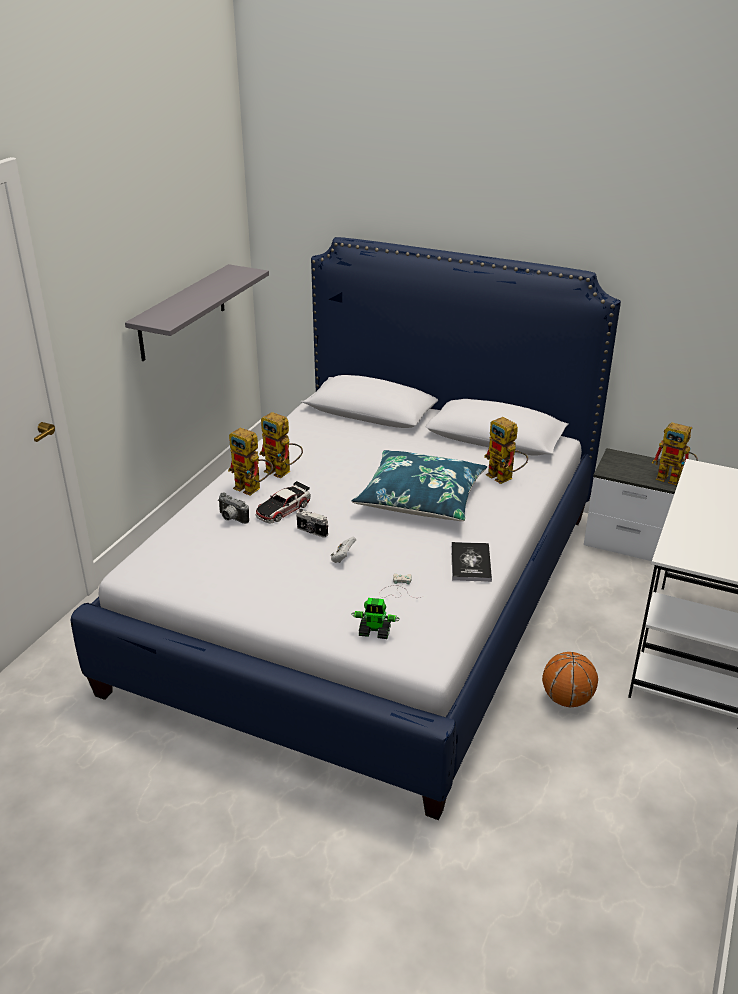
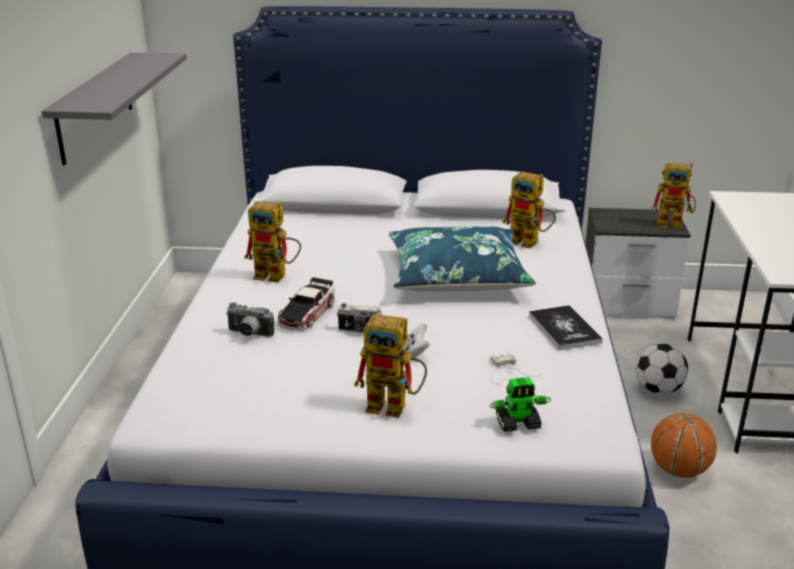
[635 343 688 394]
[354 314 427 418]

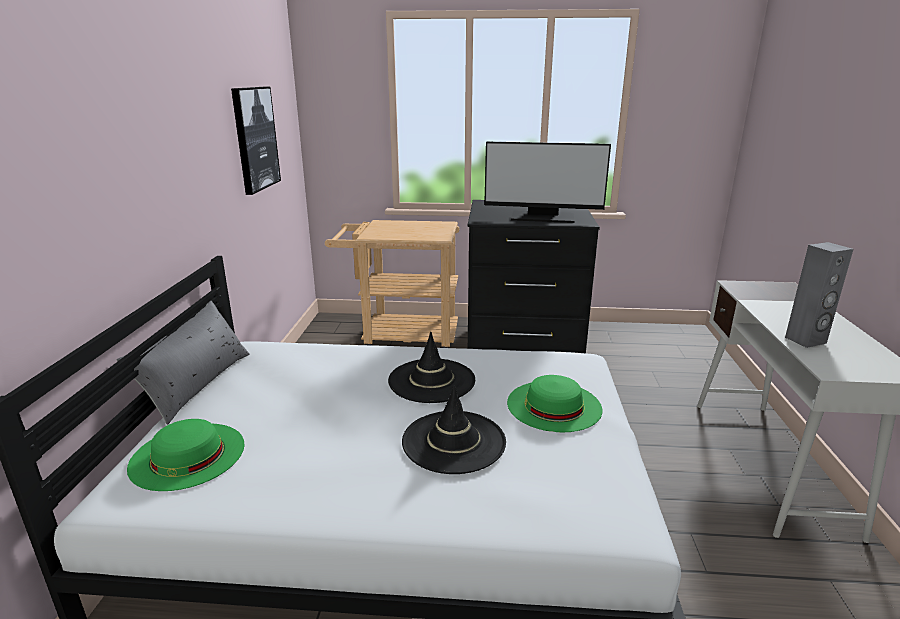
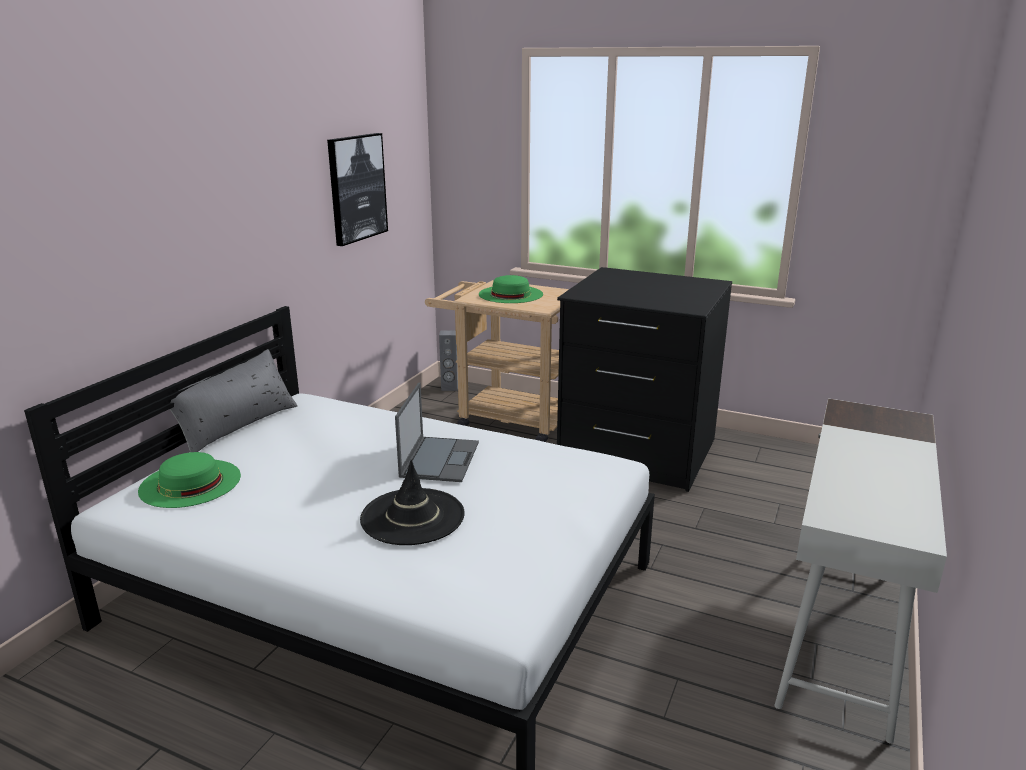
[484 142 611 223] (first image)
[479 275 543 303]
[439 330 458 391]
[395 382 479 482]

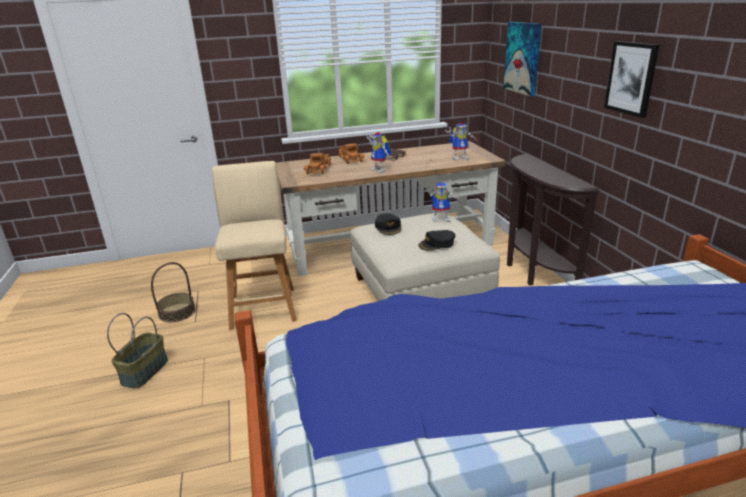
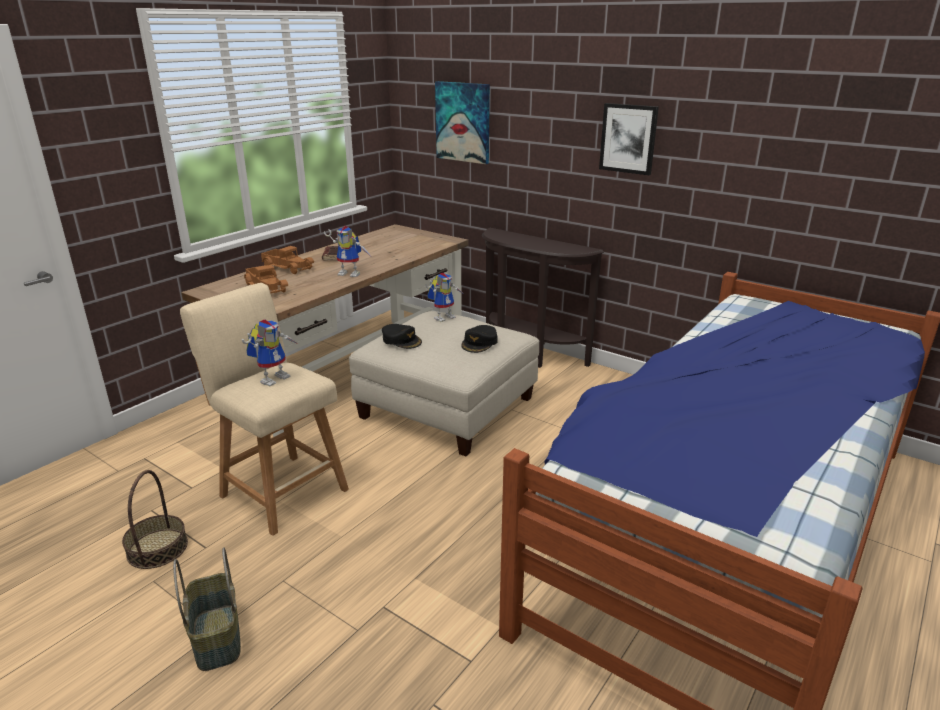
[242 319 298 387]

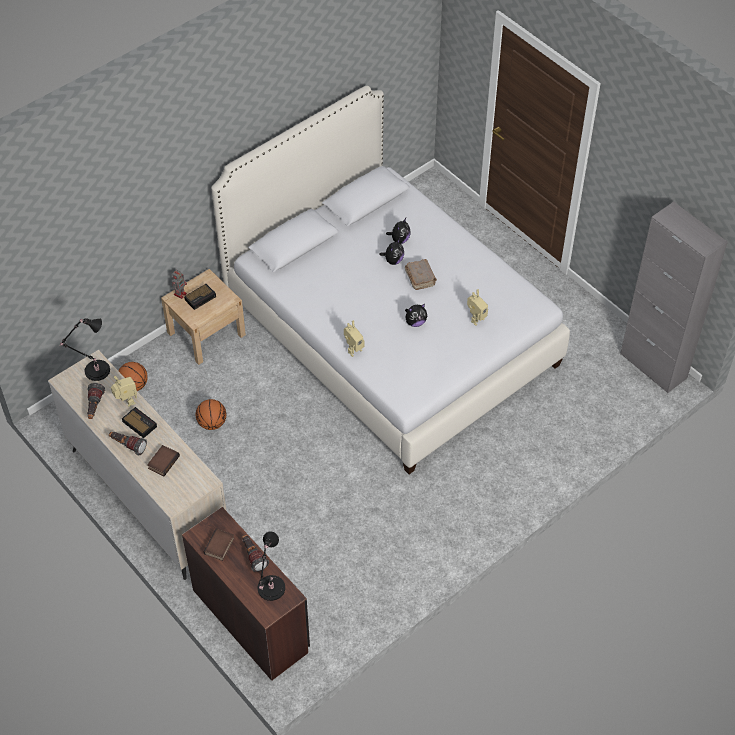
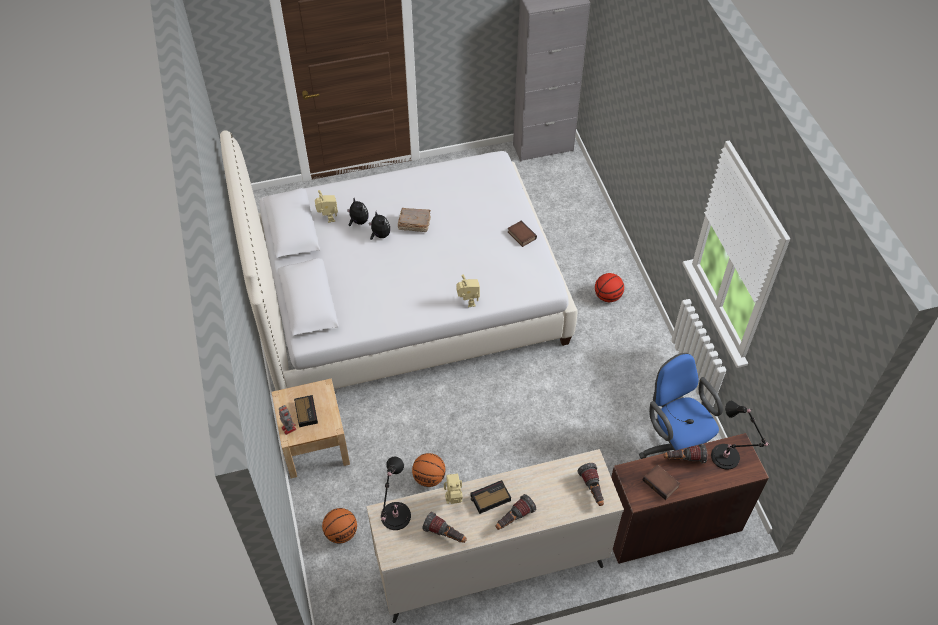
[405 304 427 327] (first image)
[577 463 604 506]
[595 273 624 302]
[639 353 723 459]
[508 220 537 247]
[315 190 338 223]

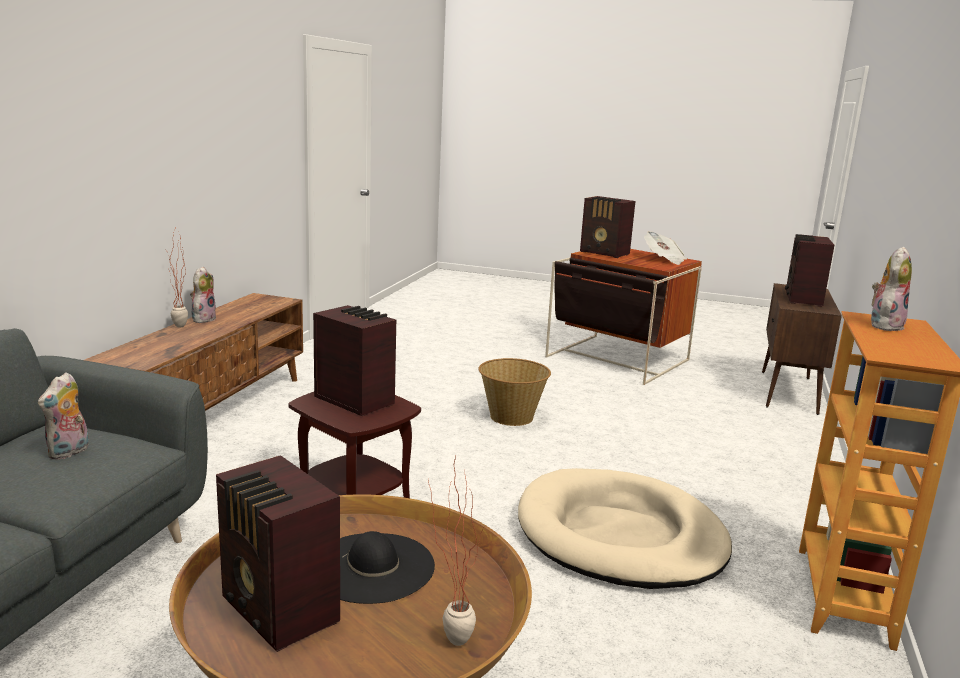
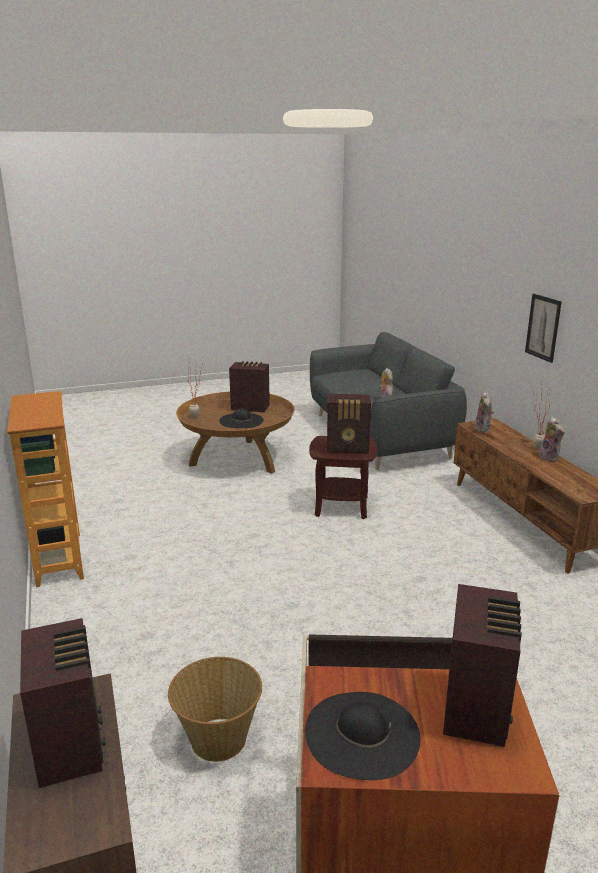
[518 468 732 589] (first image)
[525 294 562 363]
[168 657 262 762]
[475 392 494 433]
[305 692 421 780]
[443 584 522 747]

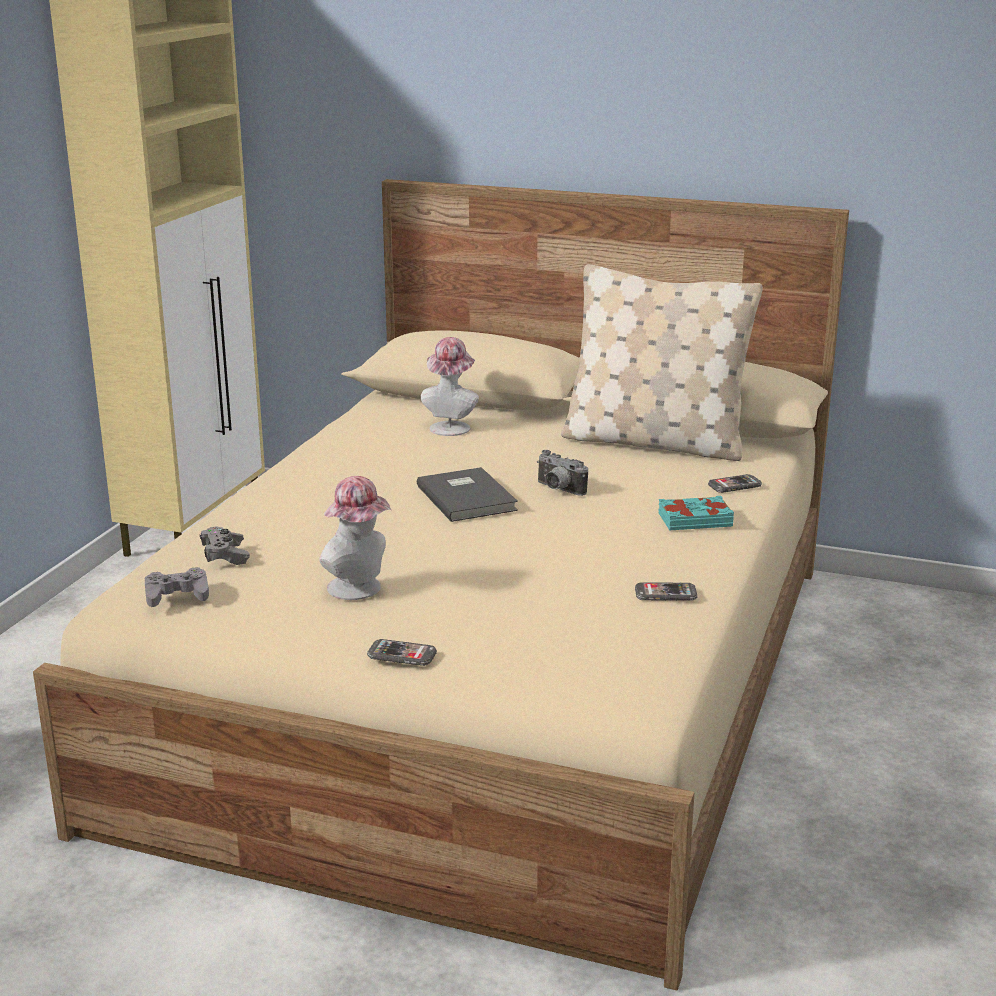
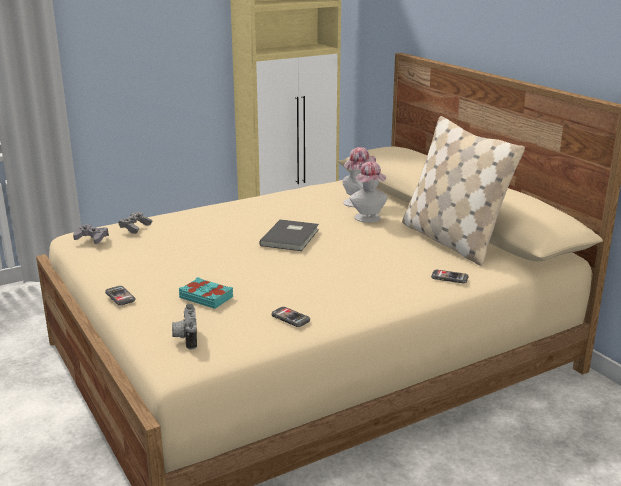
[350 161 387 223]
[172 304 197 349]
[179 277 233 309]

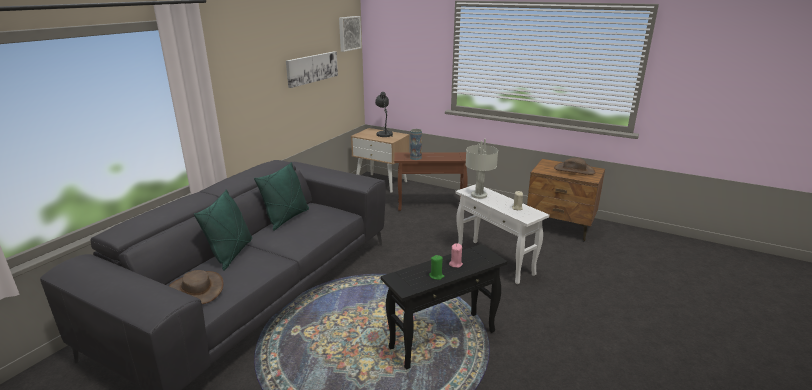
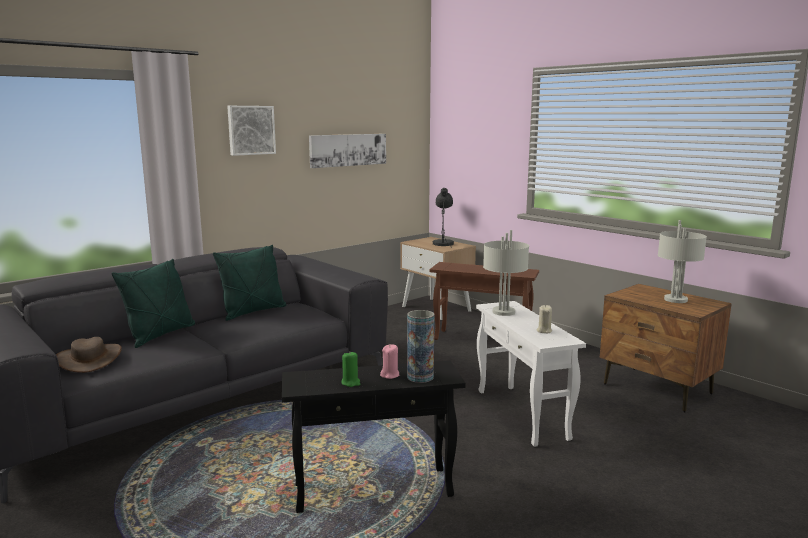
[227 106 276 156]
[407 310 434 383]
[658 220 707 303]

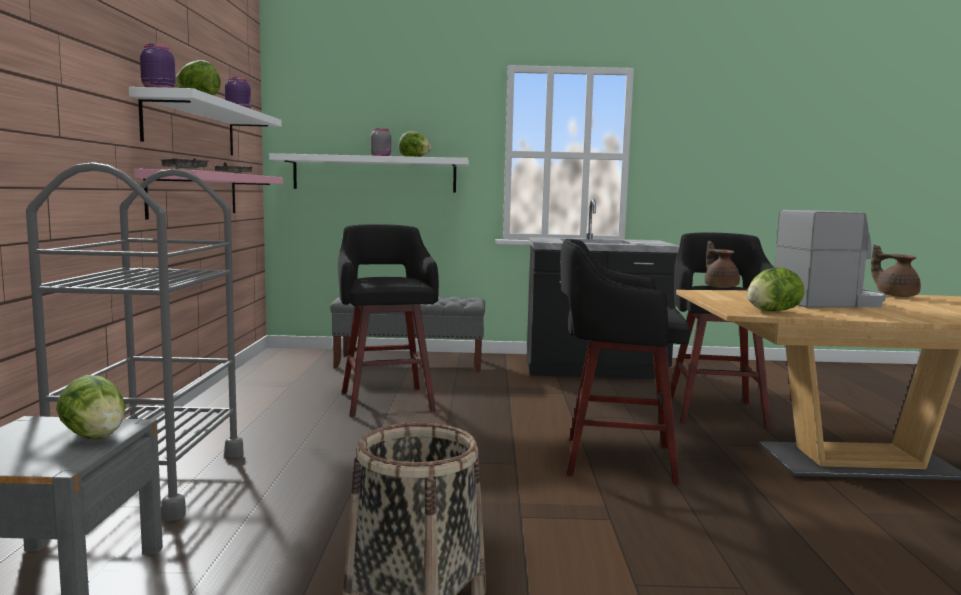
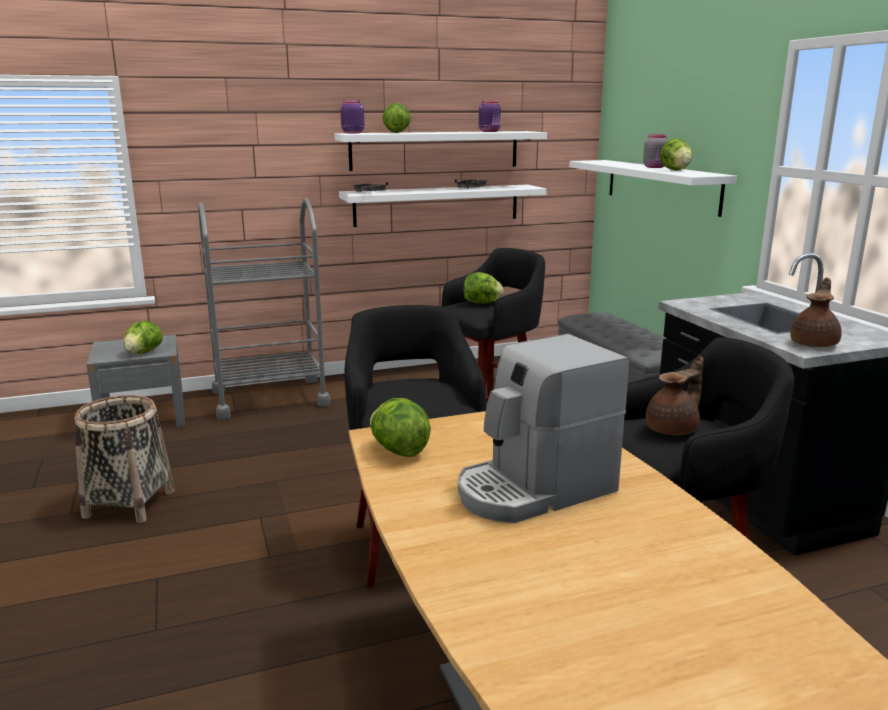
[463 272 504 303]
[790 277 842 347]
[339 185 547 227]
[458 334 629 523]

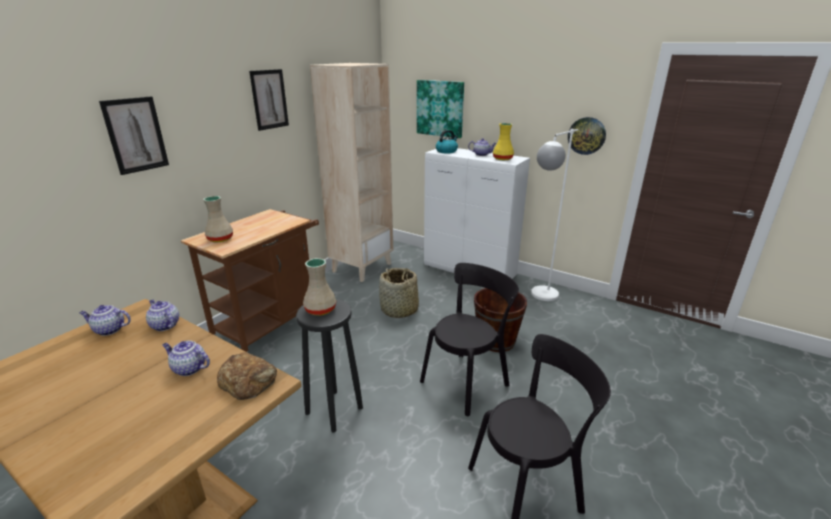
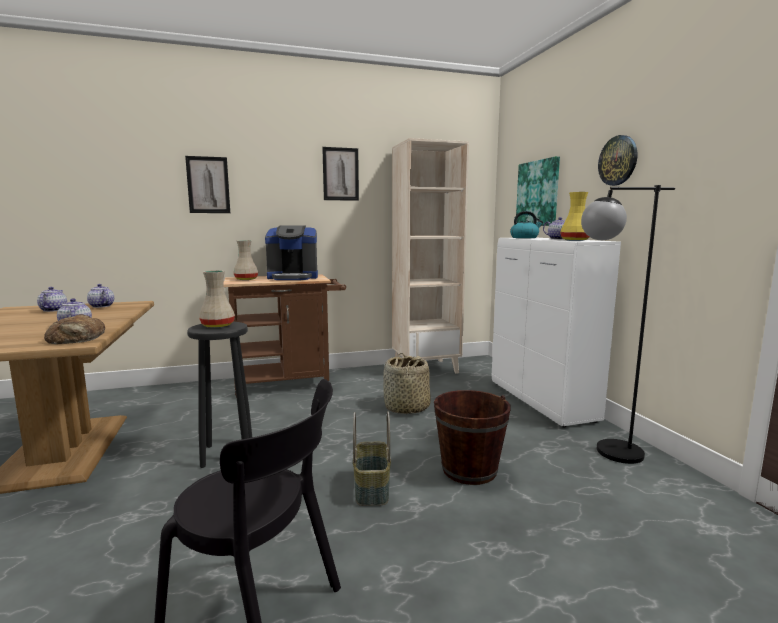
[265 225 318 280]
[37 287 67 312]
[598 135 637 186]
[353 411 391 506]
[581 185 675 464]

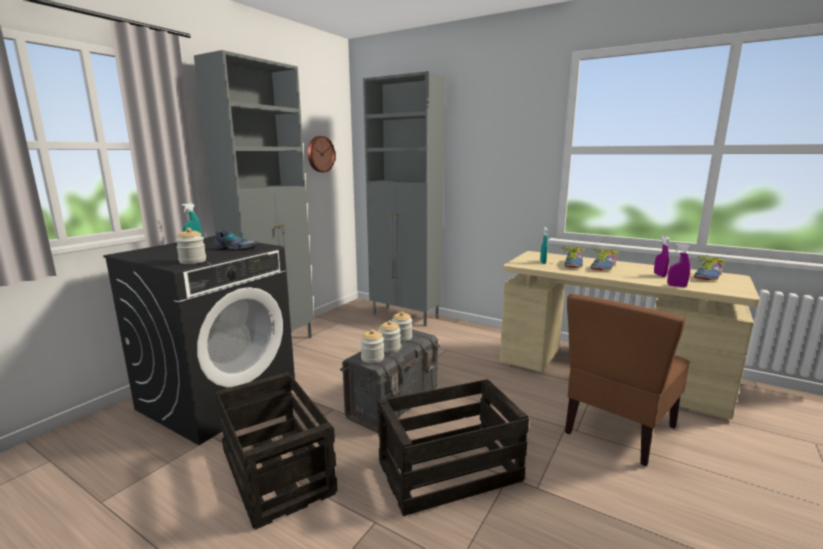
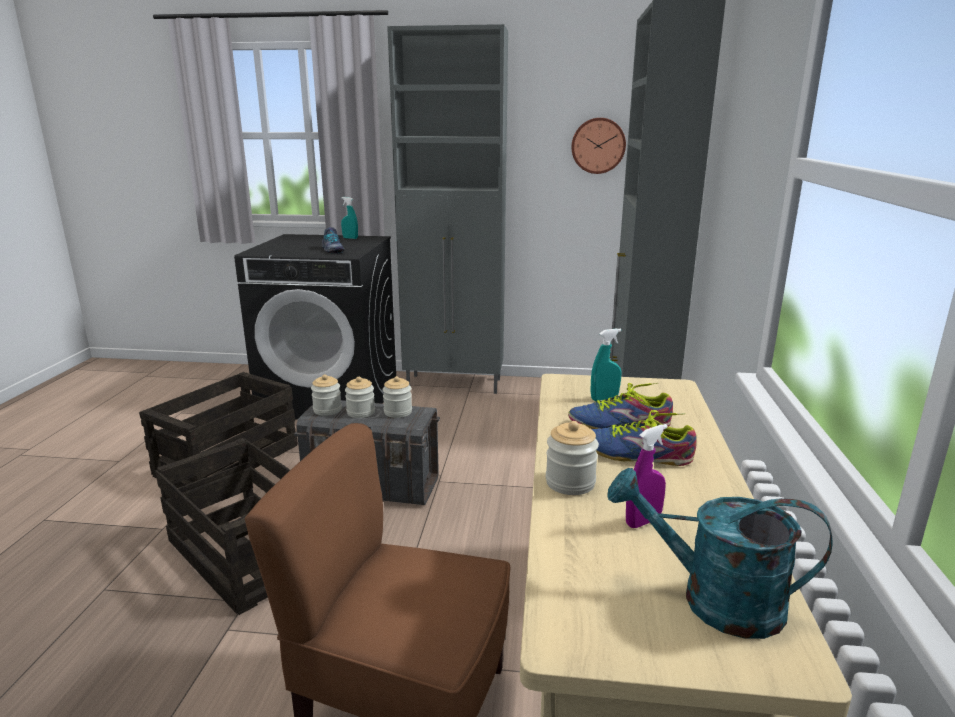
[667 244 691 287] (first image)
[546 421 599 495]
[607 468 833 639]

